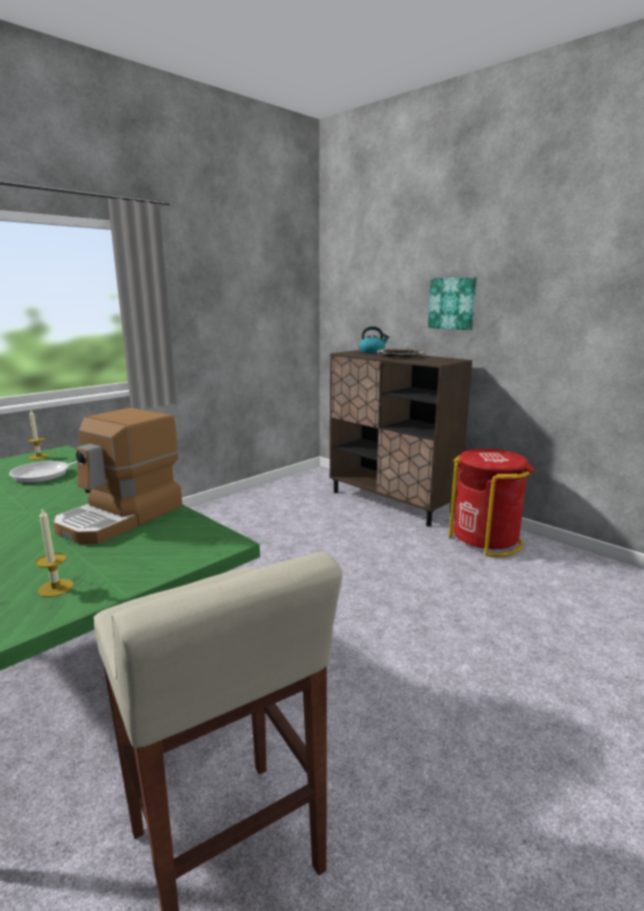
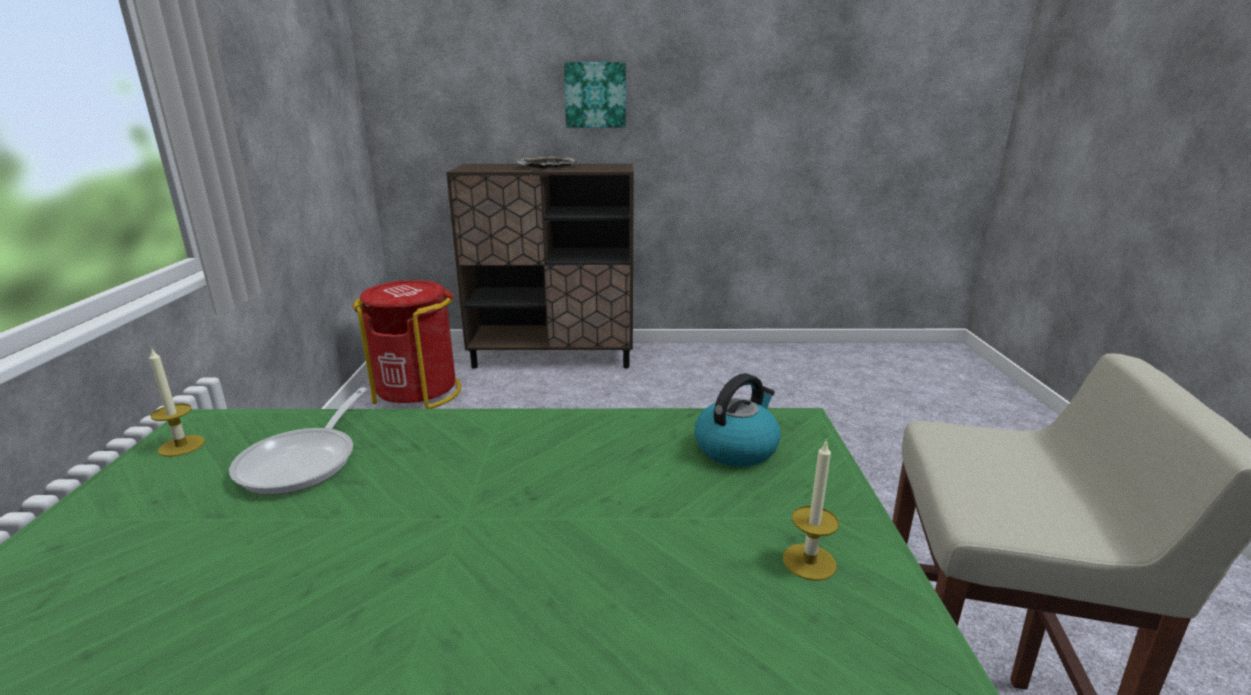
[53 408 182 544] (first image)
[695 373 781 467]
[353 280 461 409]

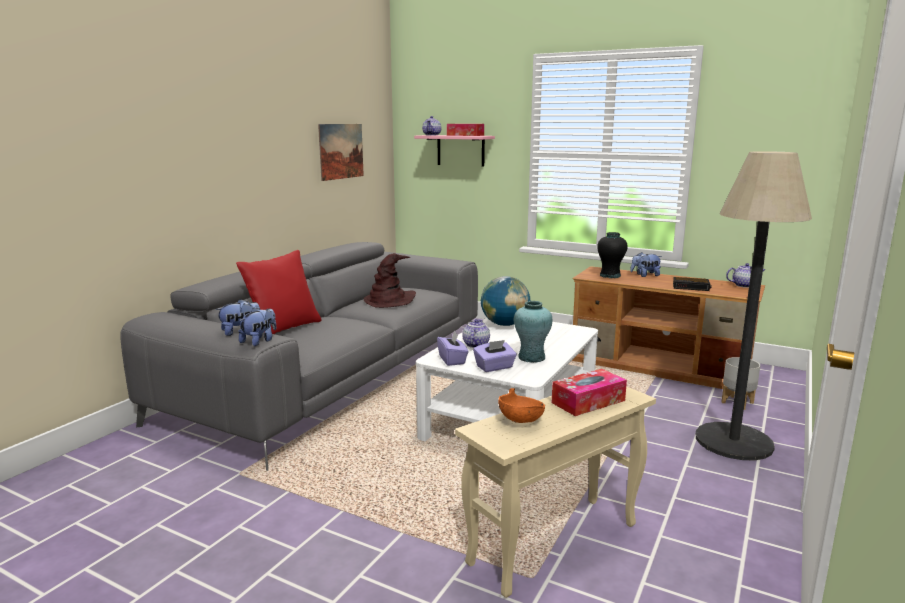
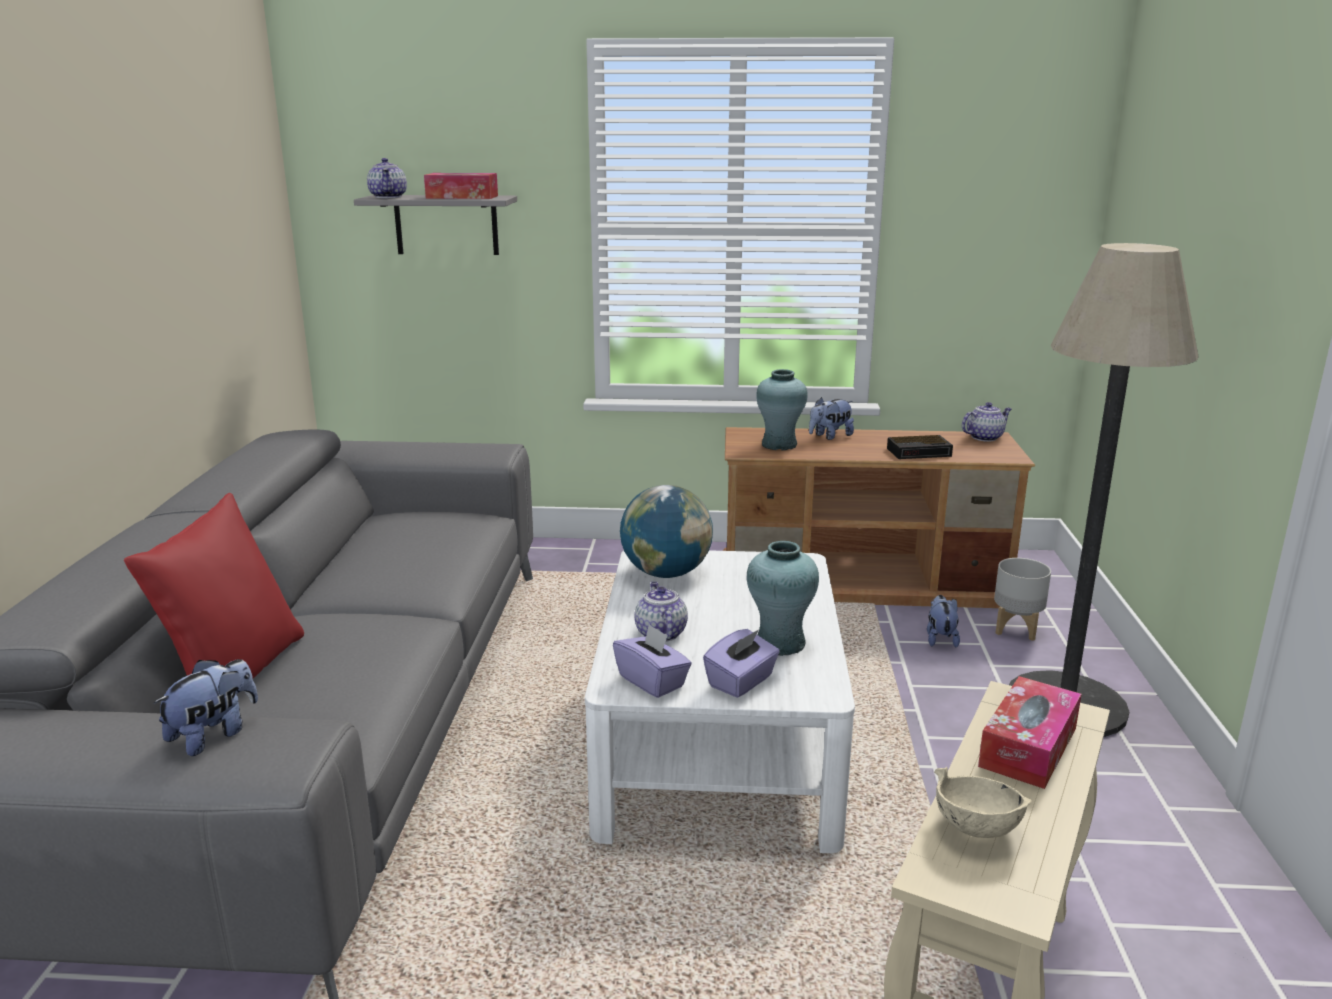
[318 124 364 181] (first image)
[364 253 416 308] (first image)
[927 595 960 648]
[354 195 517 255]
[934 767 1032 838]
[756 369 808 450]

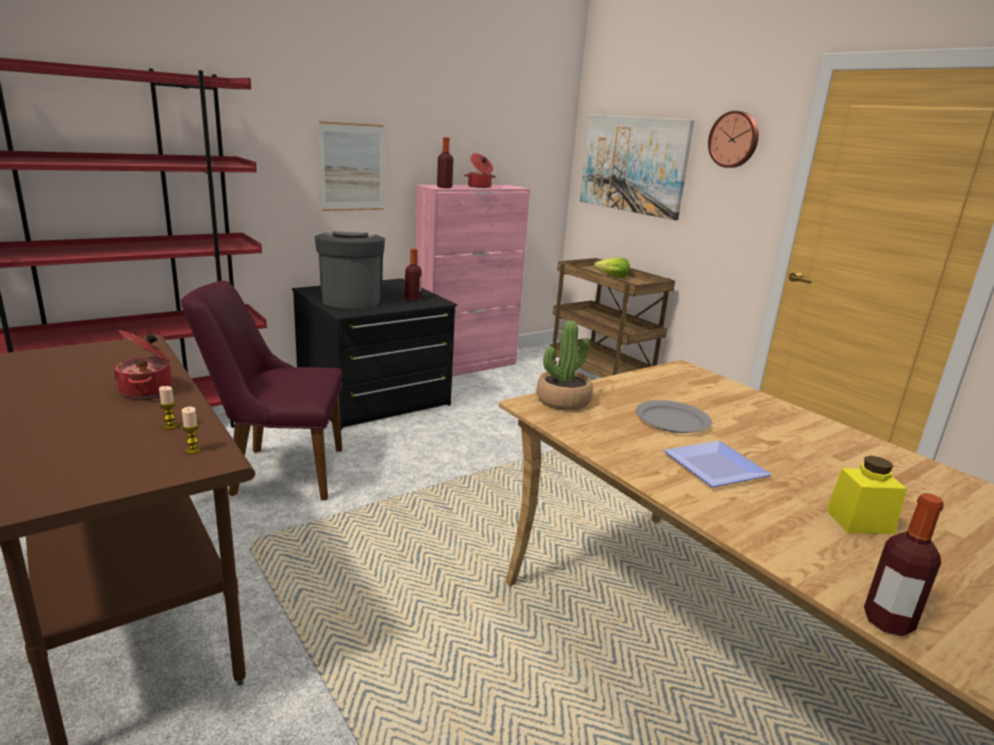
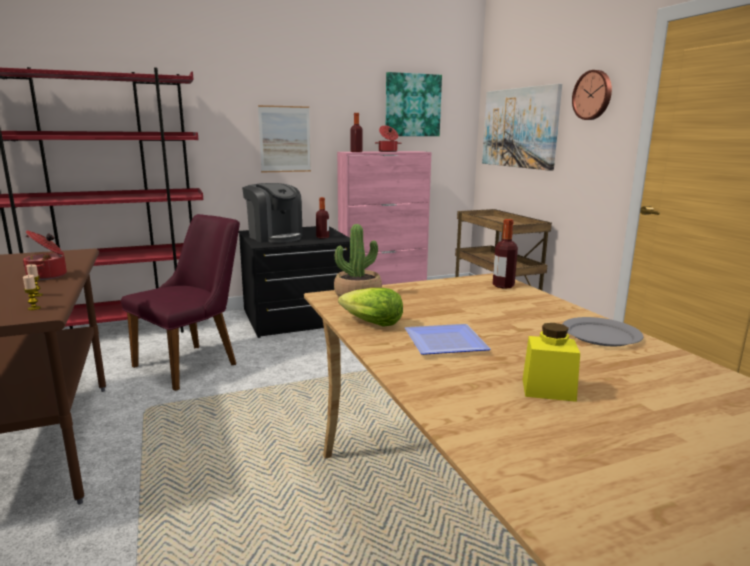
[386 72 442 136]
[338 288 403 327]
[562 317 643 346]
[493 219 518 289]
[121 214 240 391]
[242 183 303 243]

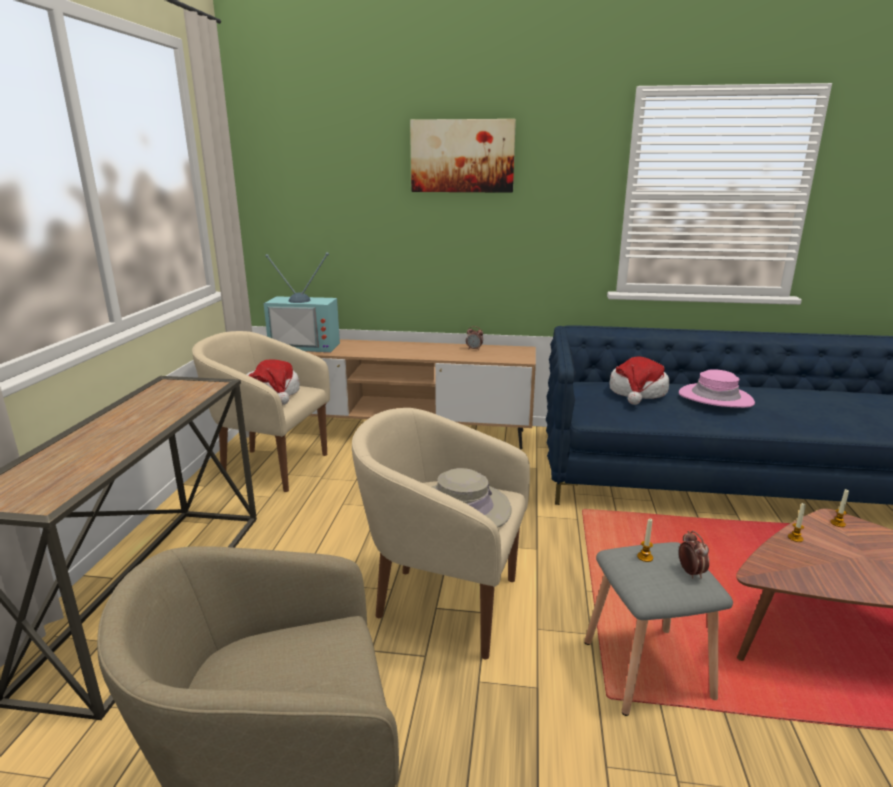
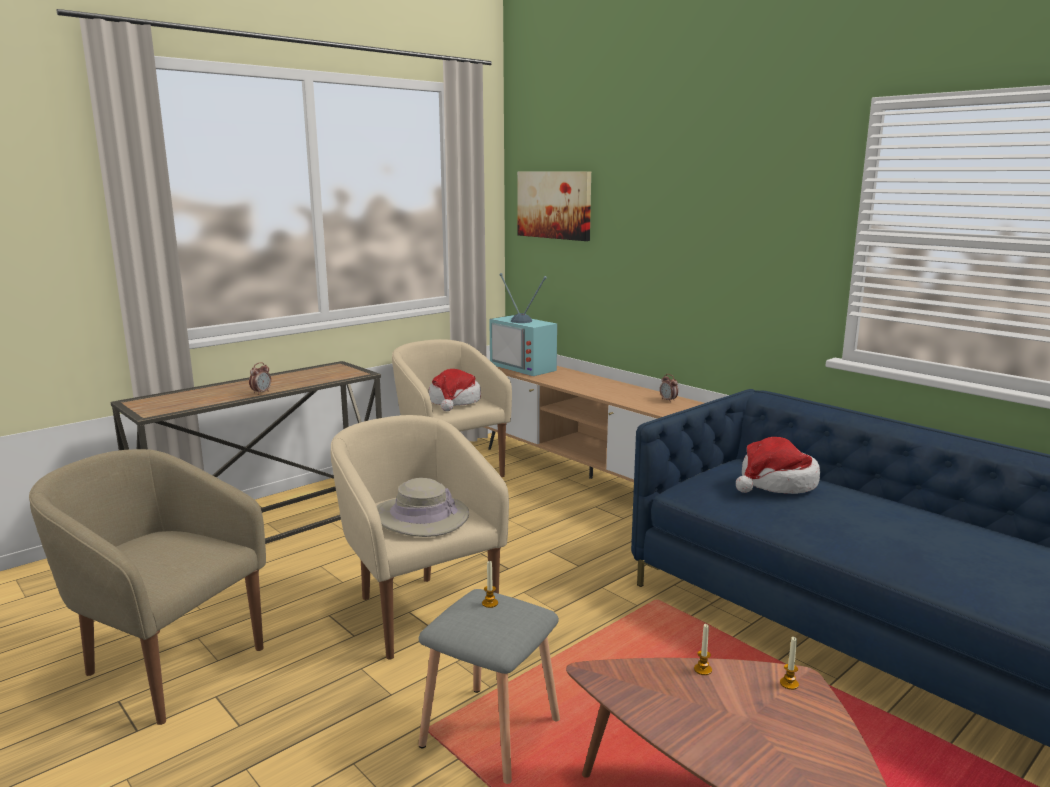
[679 369 755 408] (first image)
[517 171 591 241]
[249 362 271 395]

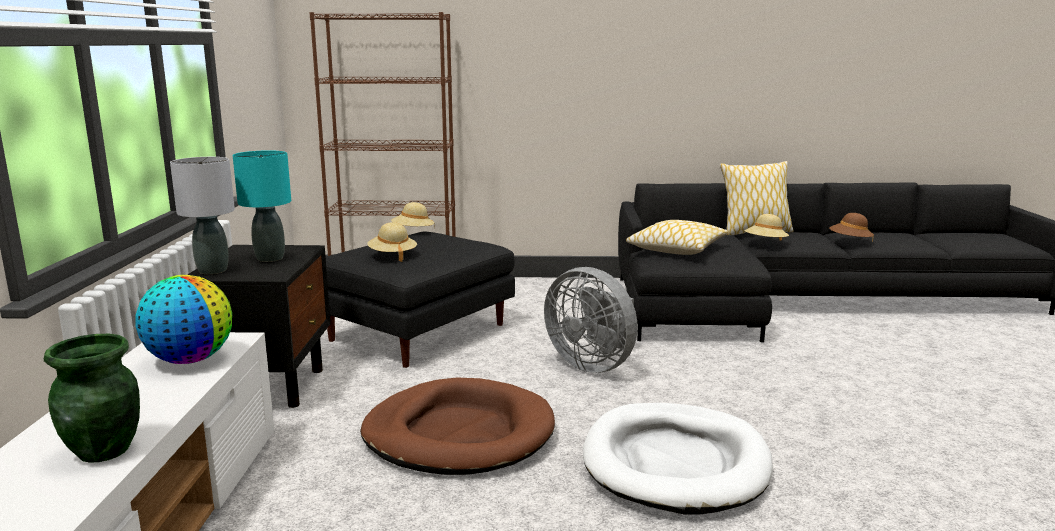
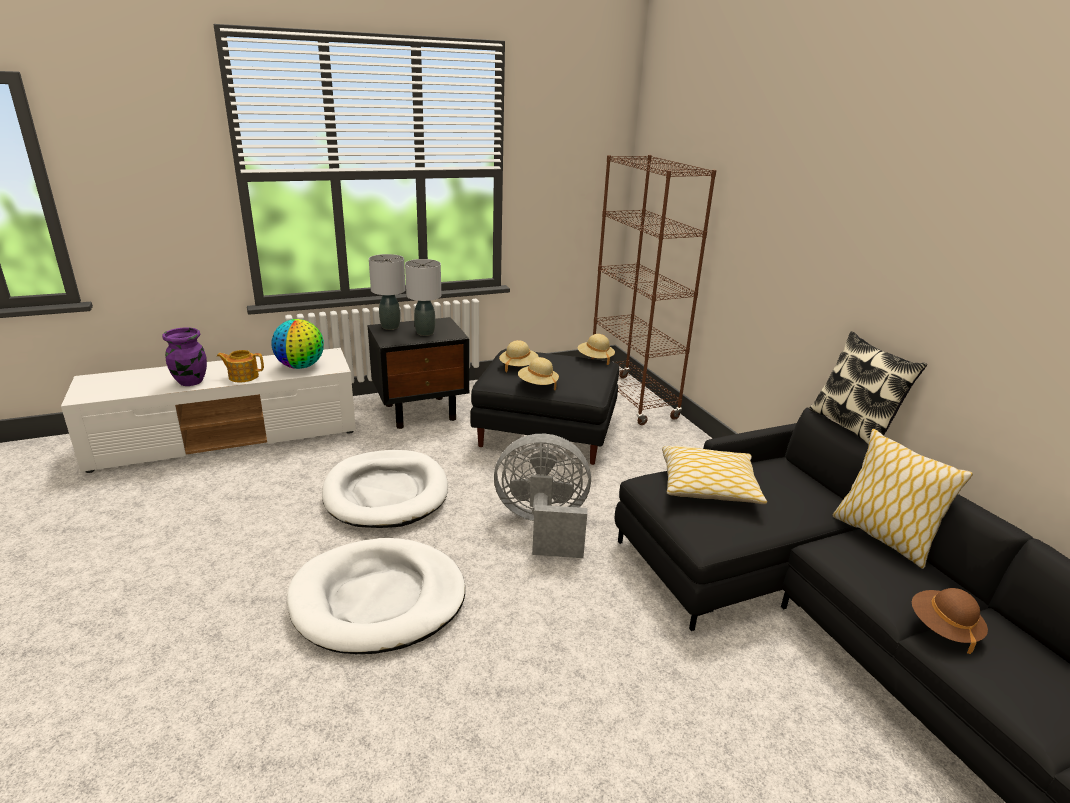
[217 350 264 382]
[809 331 927 445]
[518 357 559 390]
[162 327 207 386]
[405 259 441 336]
[322 450 448 528]
[494 434 591 558]

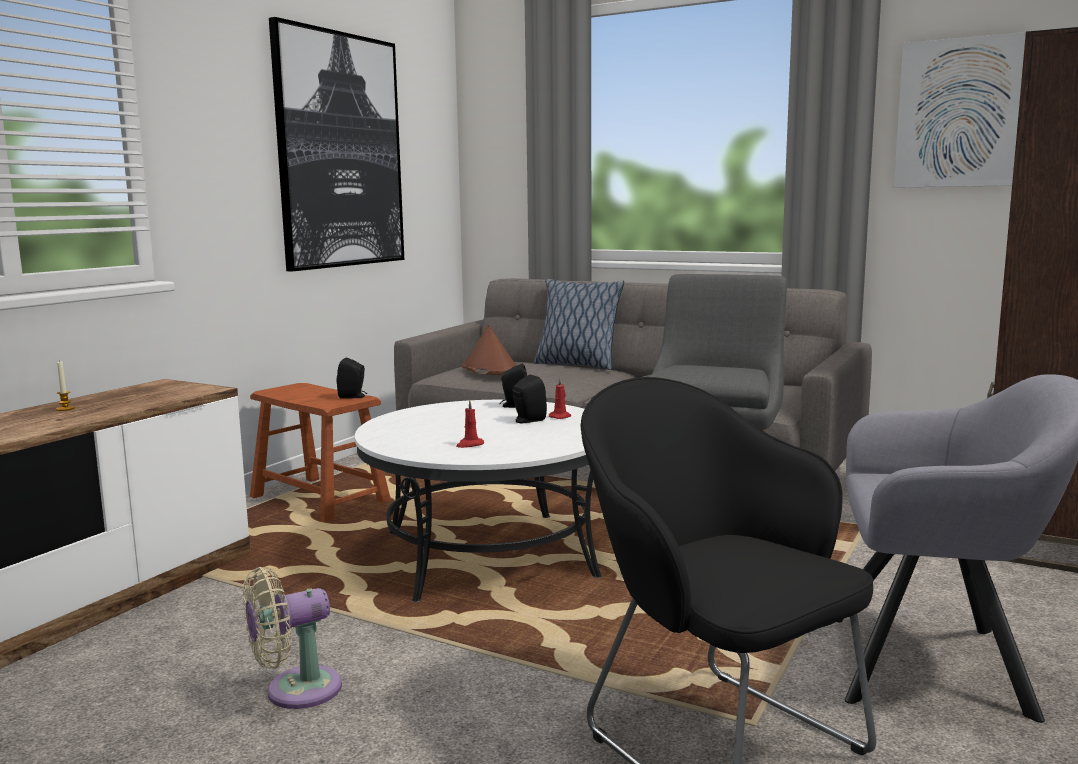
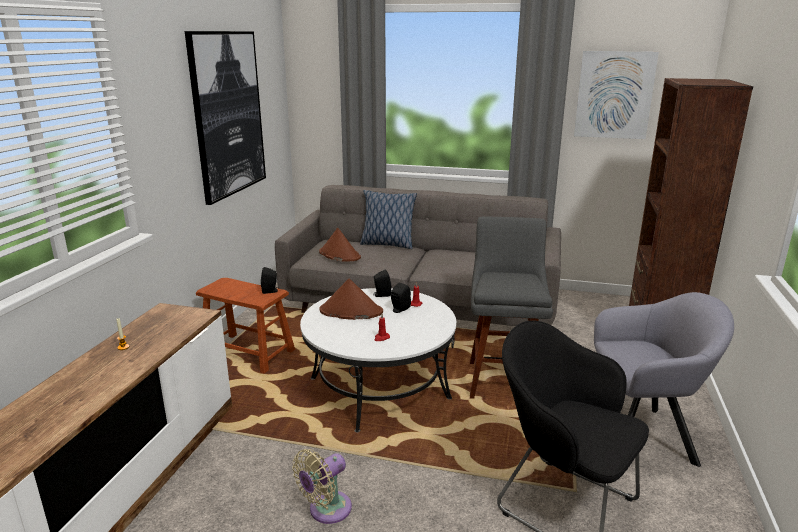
[320 278 383 320]

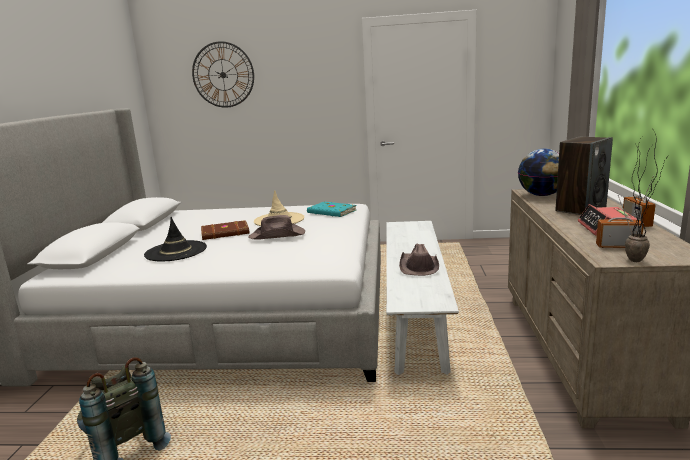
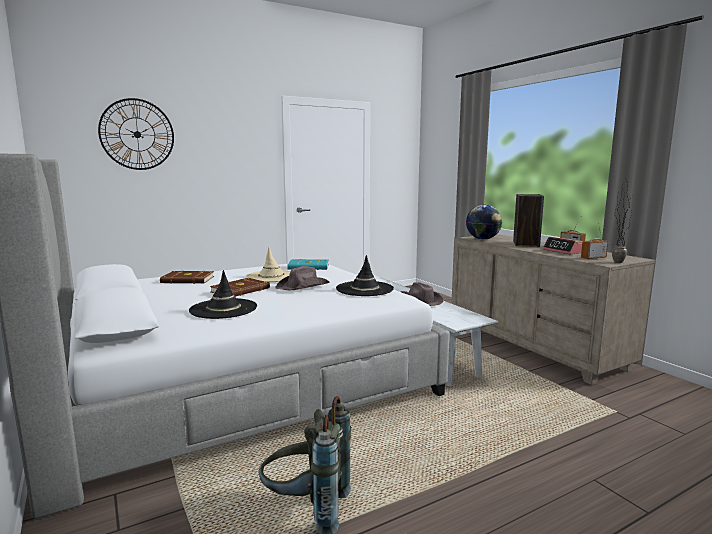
[160 271 214 284]
[336 255 394 296]

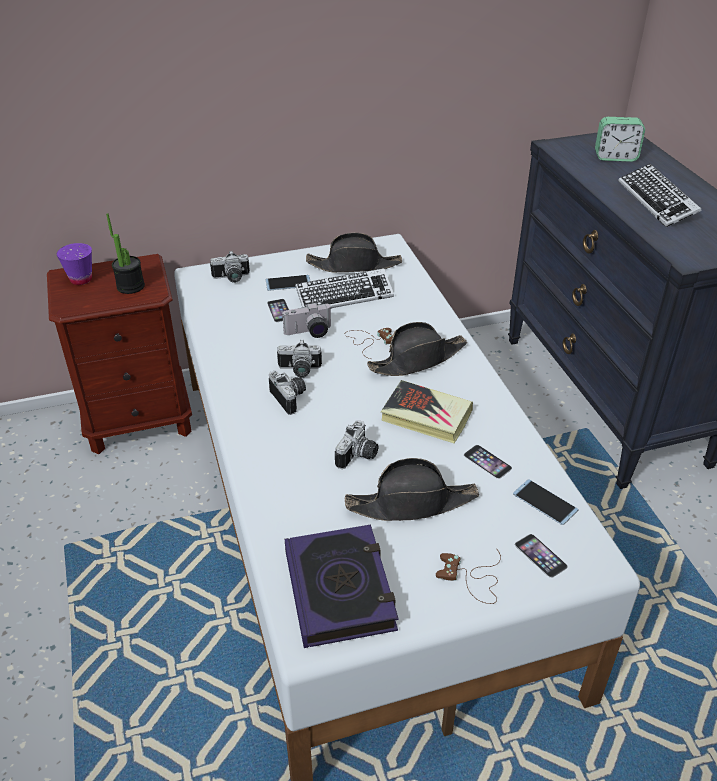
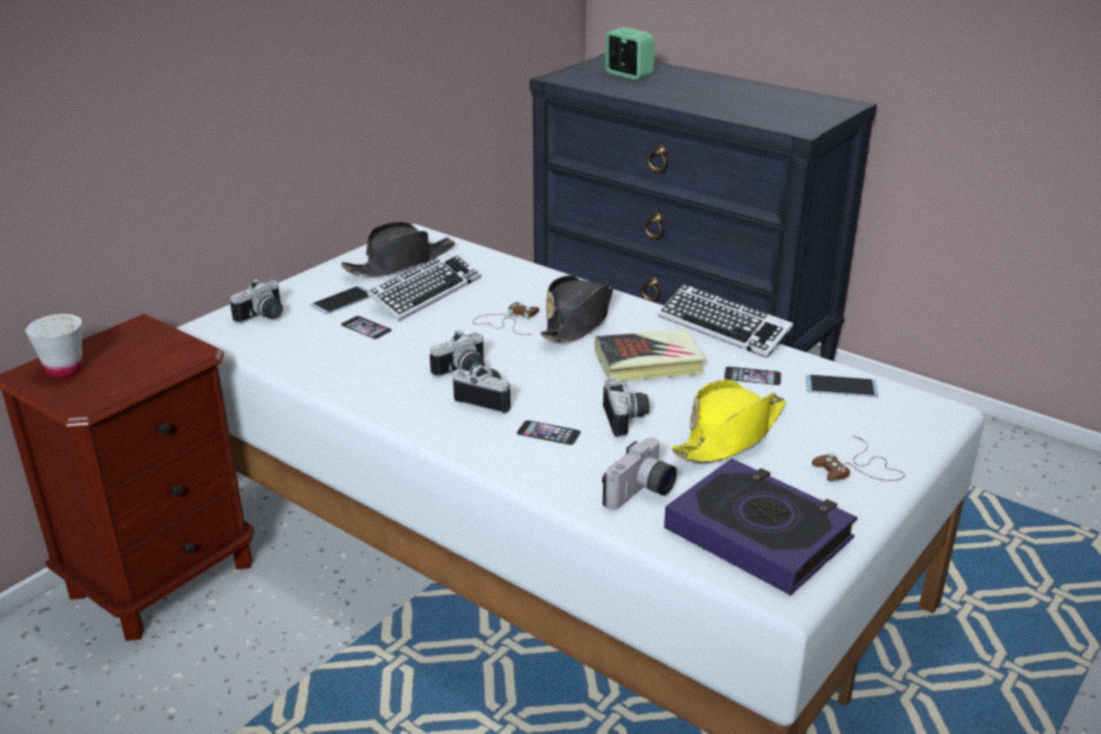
[106 213 145 294] (first image)
[602 438 677 510]
[516 420 581 446]
[658 284 793 358]
[25 314 82 378]
[671 380 786 463]
[605 27 654 80]

